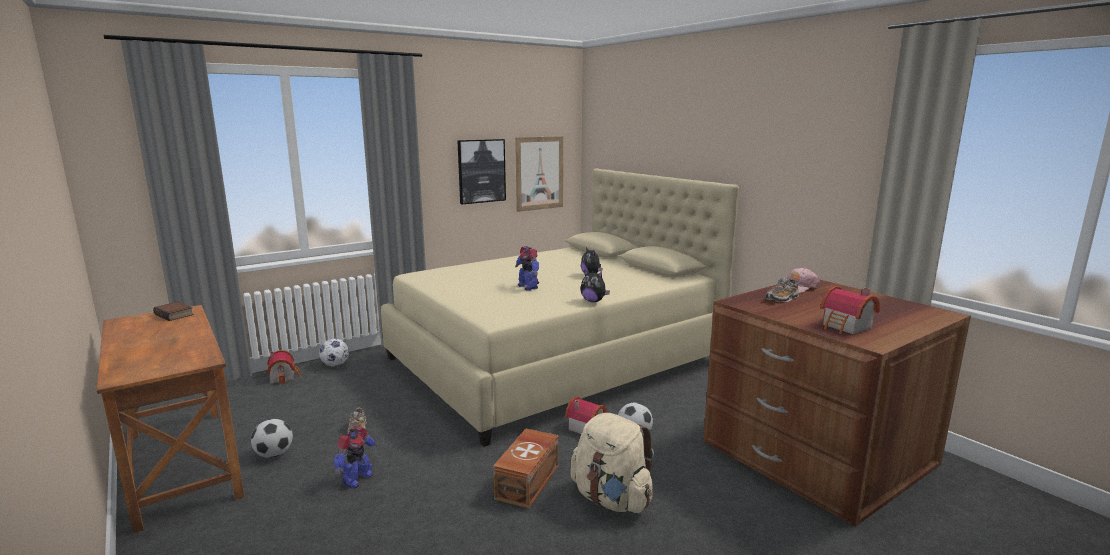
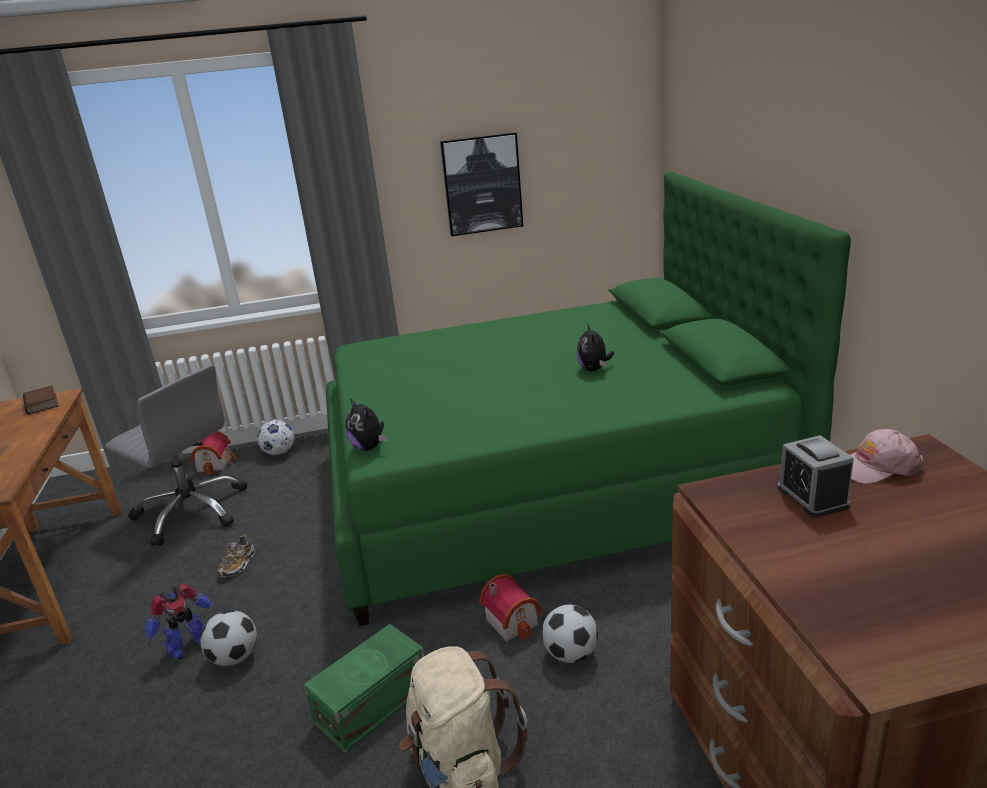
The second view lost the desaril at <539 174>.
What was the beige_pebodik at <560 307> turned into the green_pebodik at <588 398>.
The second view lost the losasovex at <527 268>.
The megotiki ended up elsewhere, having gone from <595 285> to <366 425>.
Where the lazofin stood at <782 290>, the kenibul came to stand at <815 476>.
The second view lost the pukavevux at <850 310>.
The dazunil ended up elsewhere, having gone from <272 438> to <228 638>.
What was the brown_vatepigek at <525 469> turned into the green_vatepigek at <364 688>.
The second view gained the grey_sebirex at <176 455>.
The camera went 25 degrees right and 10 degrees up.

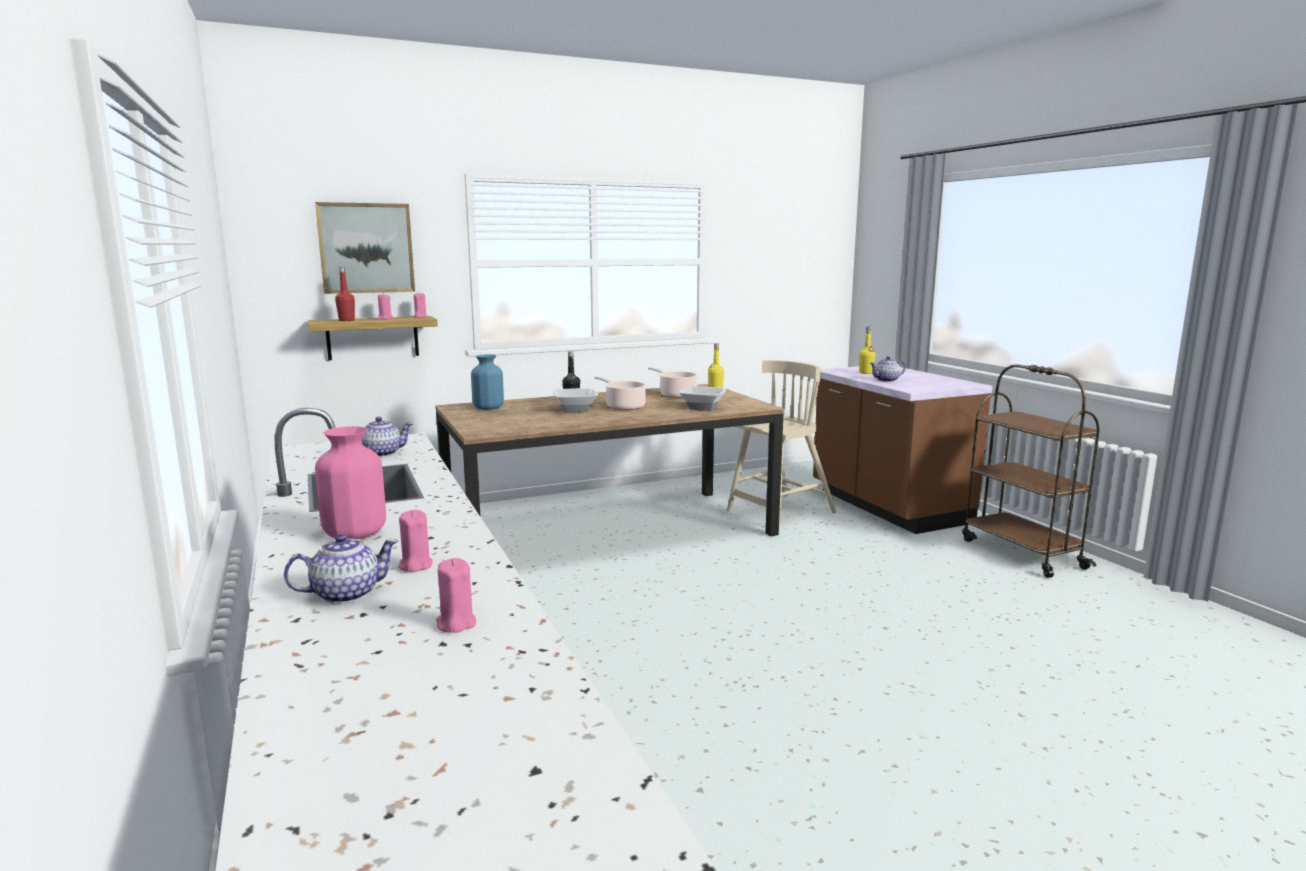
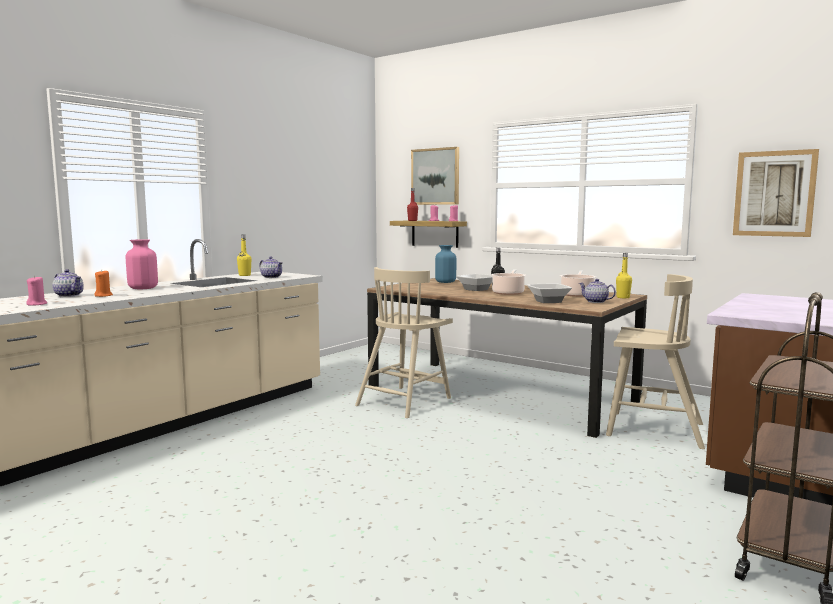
The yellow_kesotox ended up elsewhere, having gone from <867 350> to <244 255>.
The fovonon ended up elsewhere, having gone from <888 369> to <597 291>.
What was the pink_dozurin at <416 541> turned into the orange_dozurin at <103 283>.
The second view gained the desaril at <776 193>.
The second view gained the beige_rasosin at <404 342>.
The camera went 60 degrees right and 5 degrees down.

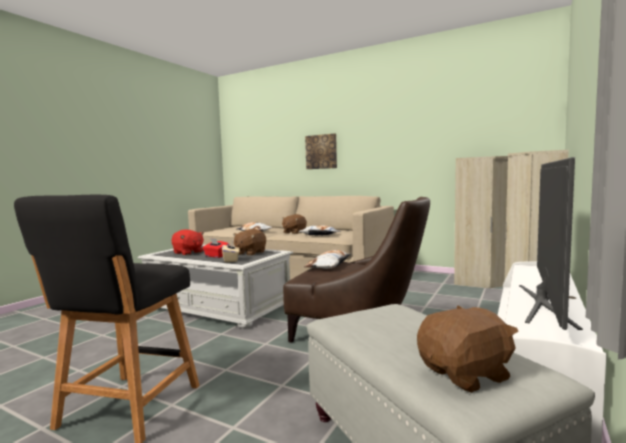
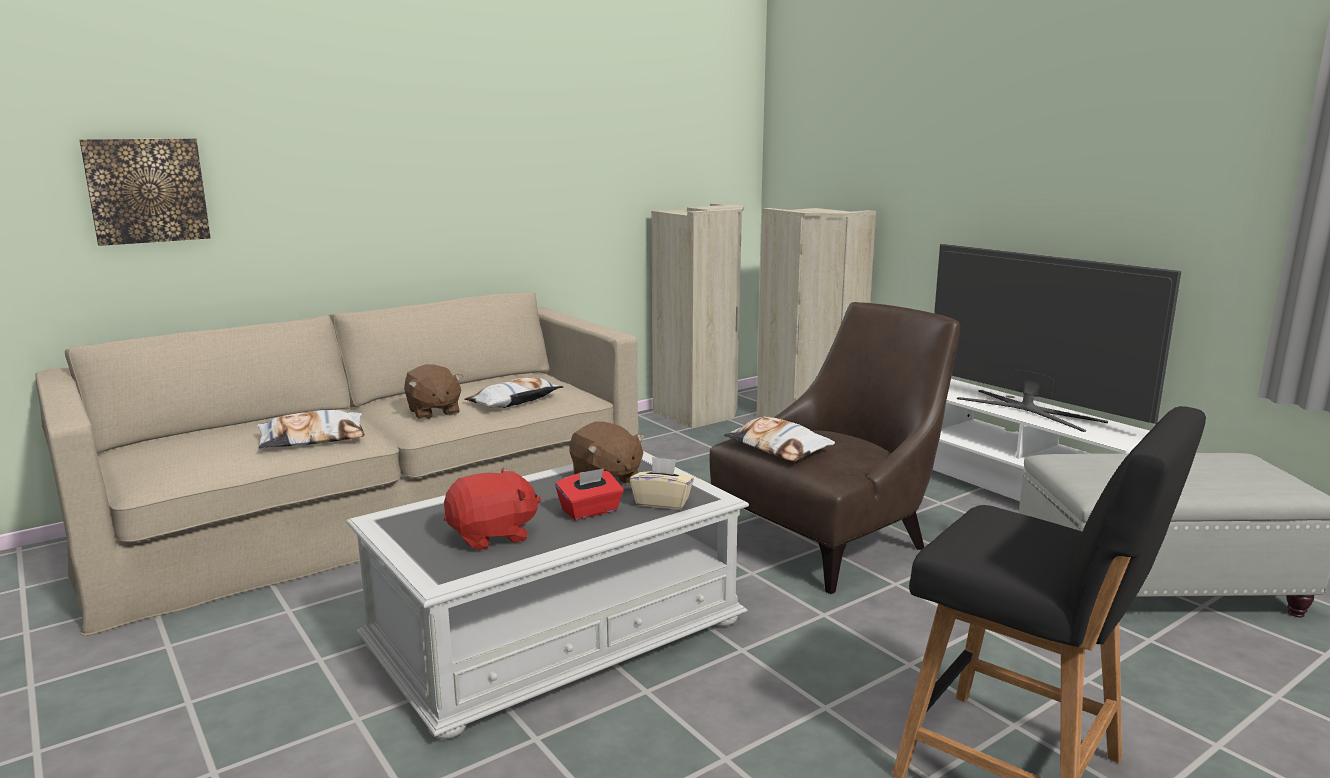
The desaril ended up elsewhere, having gone from <321 151> to <145 192>.
The second view lost the brown_megotiki at <468 349>.
The camera went 65 degrees left and 10 degrees up.

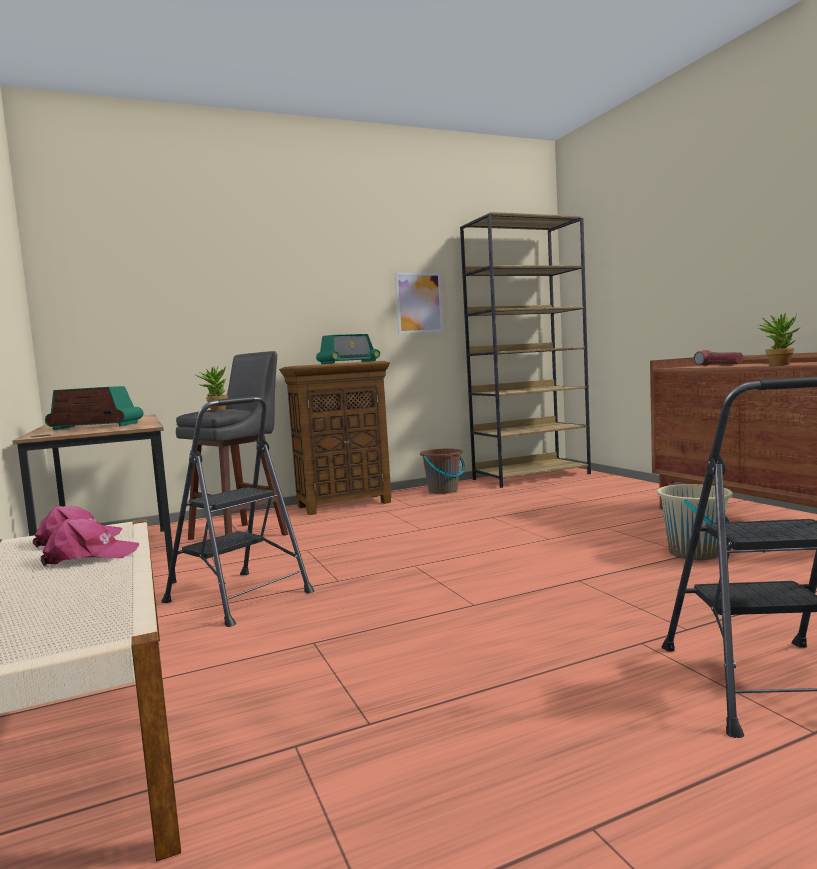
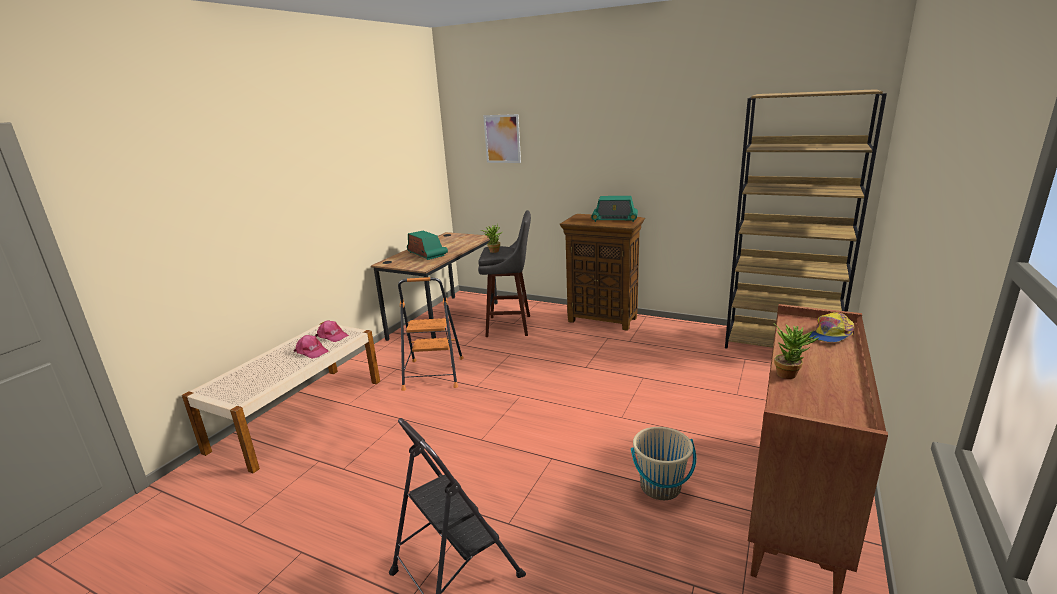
The desaril ended up elsewhere, having gone from <419 303> to <502 138>.
Where the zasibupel stood at <719 358>, the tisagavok came to stand at <831 327>.
What was the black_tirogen at <237 511> turned into the orange_tirogen at <431 334>.
The second view lost the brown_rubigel at <442 470>.
The camera went 50 degrees right and 15 degrees up.

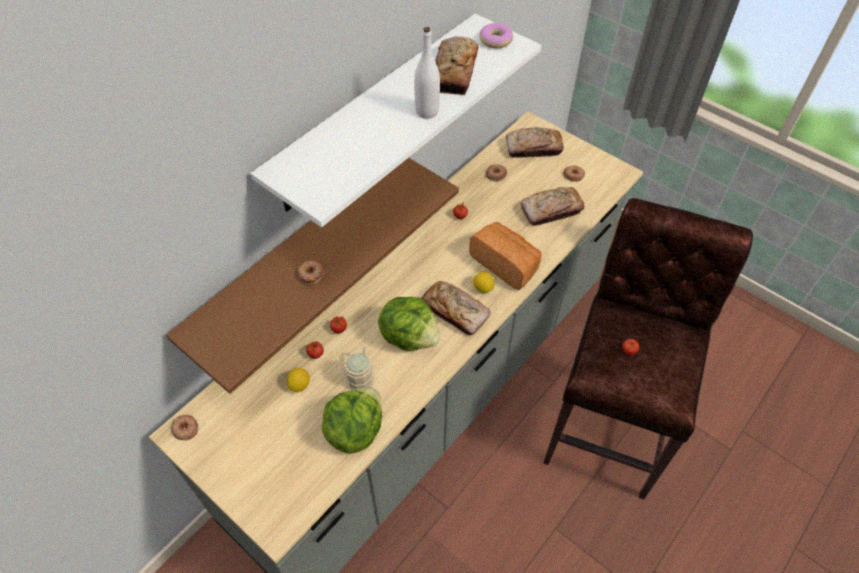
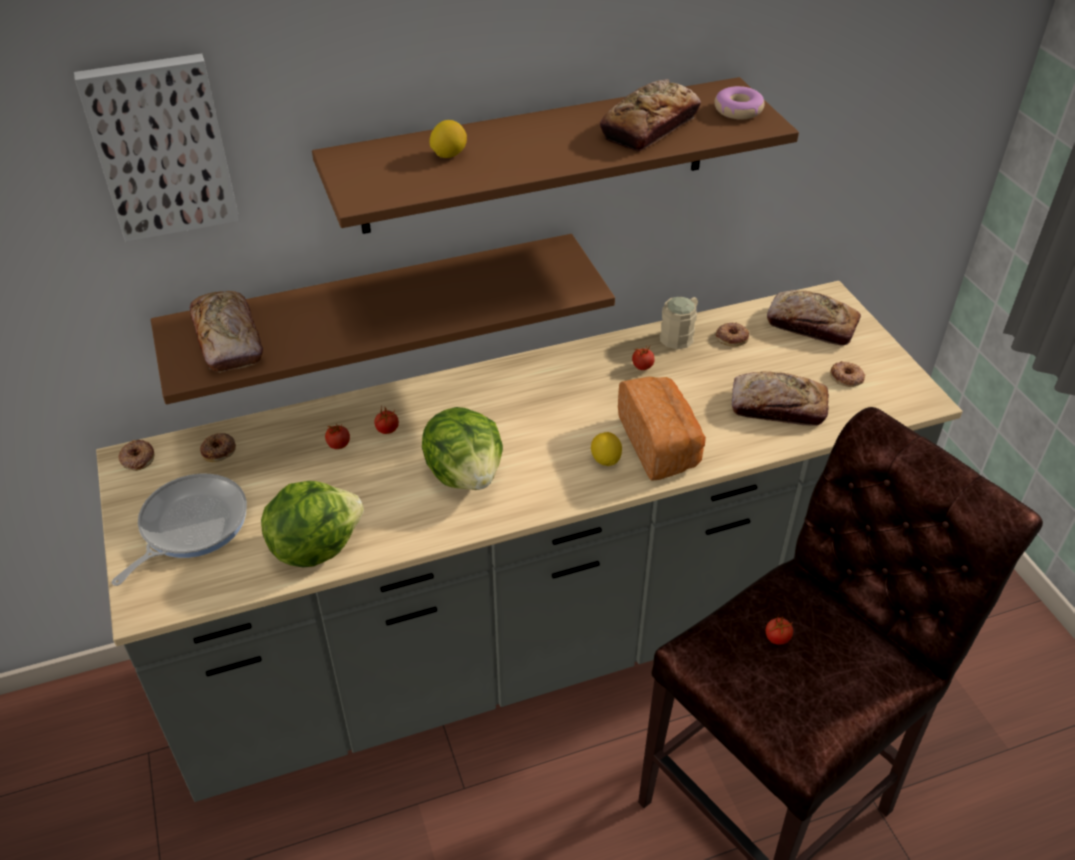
What was the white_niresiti at <396 120> turned into the brown_niresiti at <555 155>.
The second view lost the white_kesotox at <427 73>.
The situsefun ended up elsewhere, having gone from <311 272> to <218 447>.
The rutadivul ended up elsewhere, having gone from <456 308> to <226 332>.
The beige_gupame ended up elsewhere, having gone from <358 368> to <679 322>.
The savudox ended up elsewhere, having gone from <298 380> to <448 139>.
The second view gained the desaril at <157 147>.
The second view gained the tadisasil at <179 530>.
The camera went 30 degrees right and 10 degrees down.

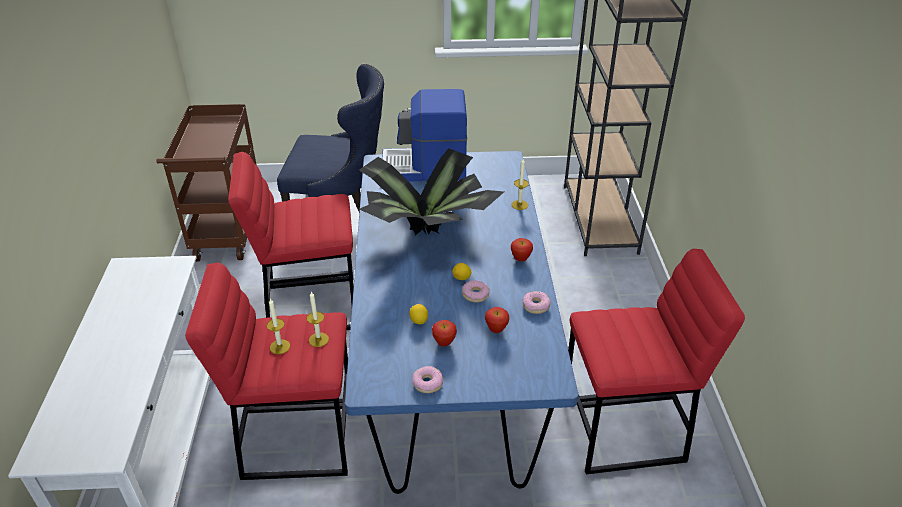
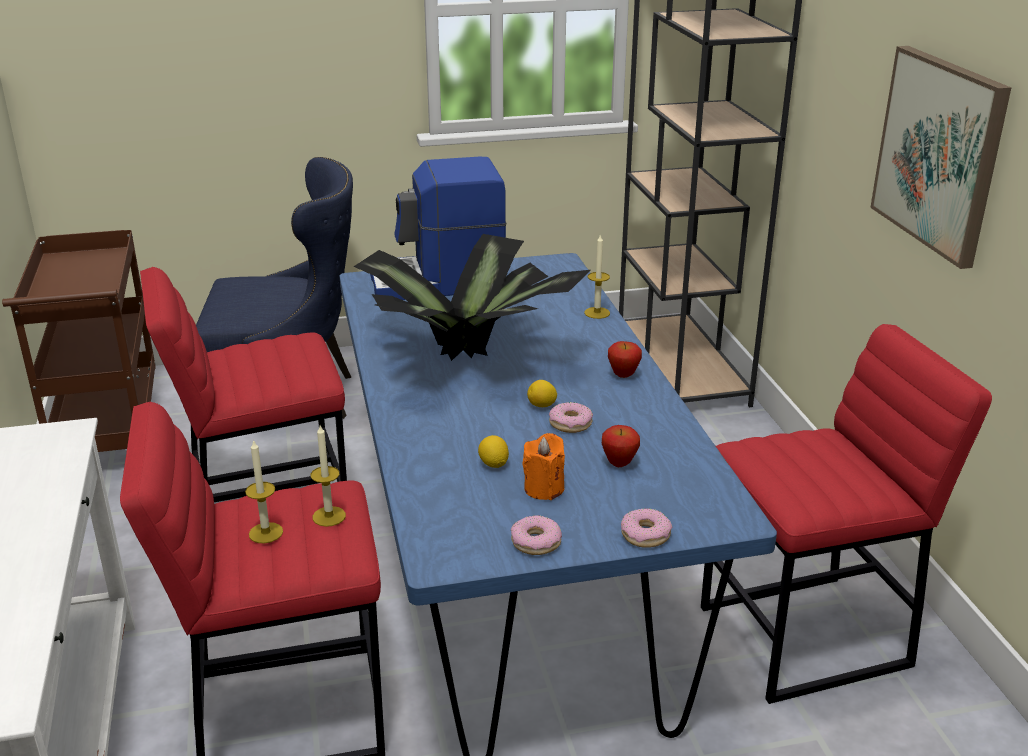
The situsefun ended up elsewhere, having gone from <536 302> to <646 528>.
Where the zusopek stood at <444 333>, the orange_dozurin came to stand at <543 466>.
The second view gained the desaril at <940 157>.
The camera went 10 degrees left and 10 degrees down.

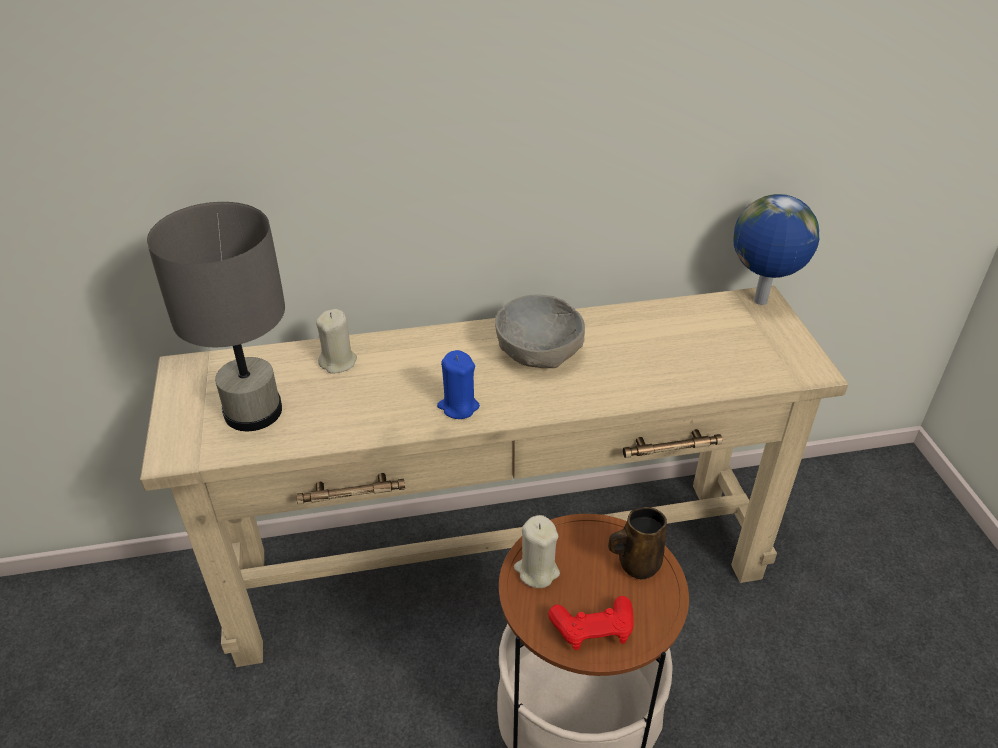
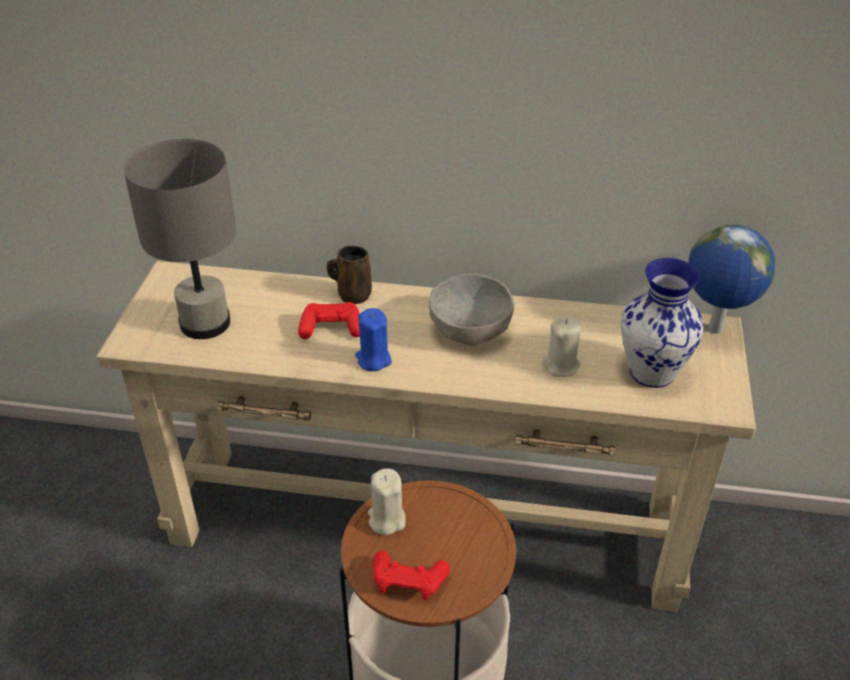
The beige_dozurin ended up elsewhere, having gone from <336 341> to <561 346>.
The brown_gupame ended up elsewhere, having gone from <637 543> to <349 275>.
The second view gained the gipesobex at <662 323>.
The second view gained the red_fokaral at <329 320>.
The camera went 20 degrees right and 0 degrees up.

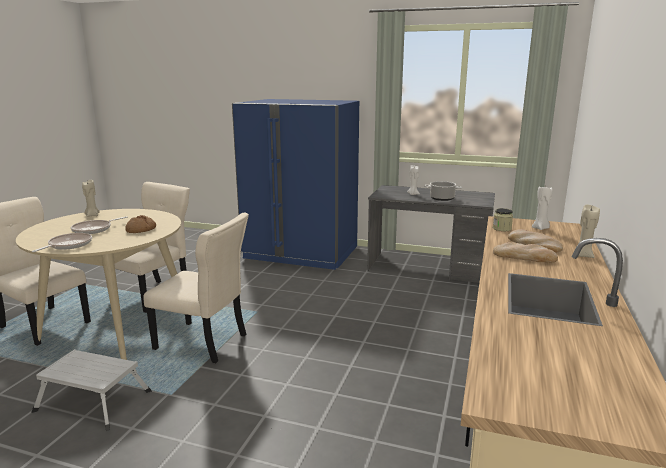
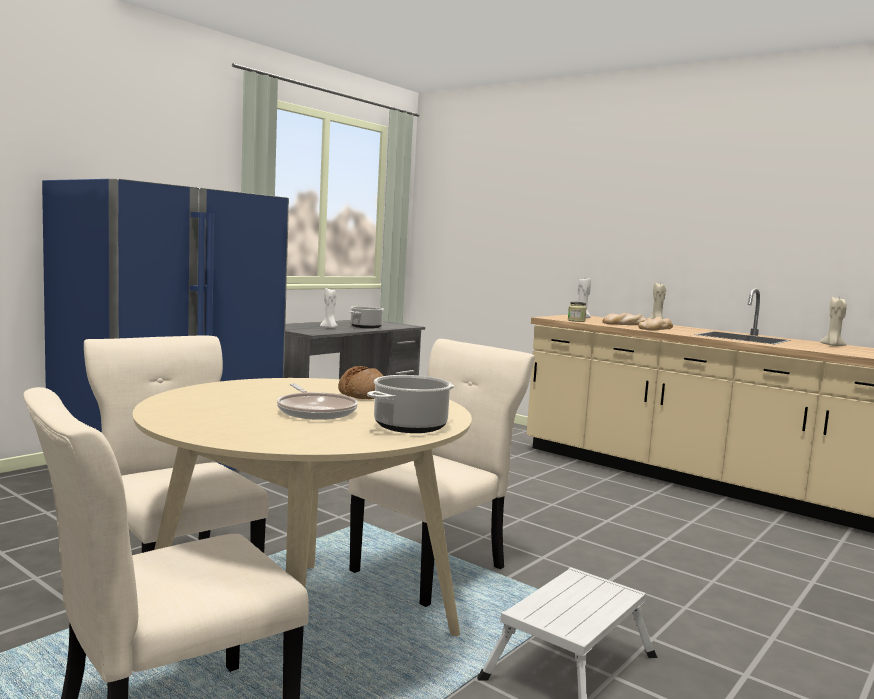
The beige_dozurin ended up elsewhere, having gone from <91 198> to <833 321>.
Where the tadisasil stood at <62 242>, the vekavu came to stand at <410 404>.
The camera went 70 degrees left and 10 degrees down.

